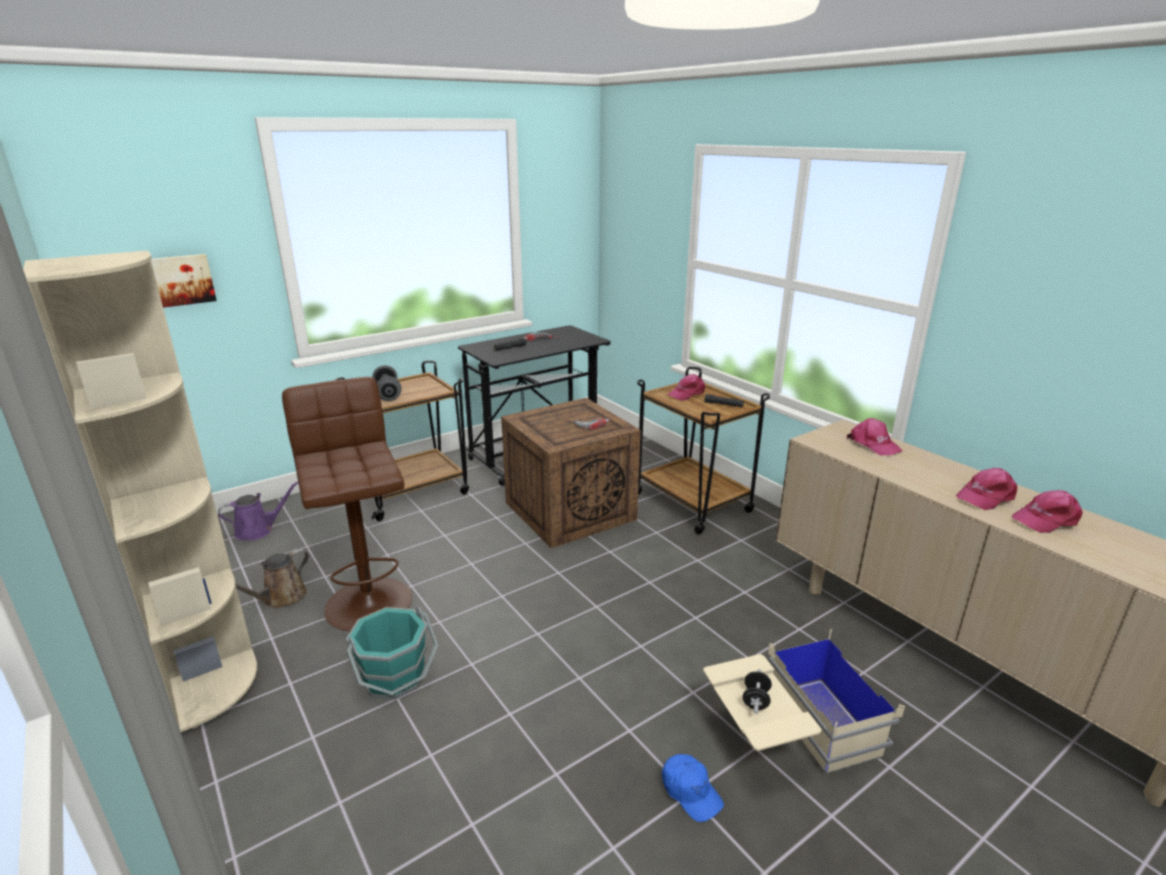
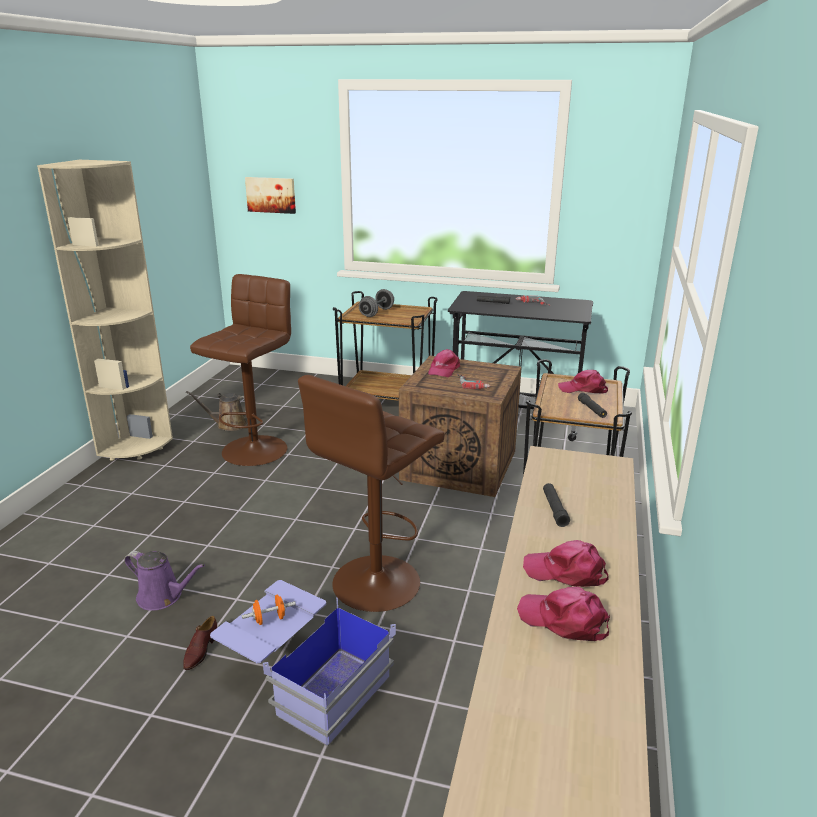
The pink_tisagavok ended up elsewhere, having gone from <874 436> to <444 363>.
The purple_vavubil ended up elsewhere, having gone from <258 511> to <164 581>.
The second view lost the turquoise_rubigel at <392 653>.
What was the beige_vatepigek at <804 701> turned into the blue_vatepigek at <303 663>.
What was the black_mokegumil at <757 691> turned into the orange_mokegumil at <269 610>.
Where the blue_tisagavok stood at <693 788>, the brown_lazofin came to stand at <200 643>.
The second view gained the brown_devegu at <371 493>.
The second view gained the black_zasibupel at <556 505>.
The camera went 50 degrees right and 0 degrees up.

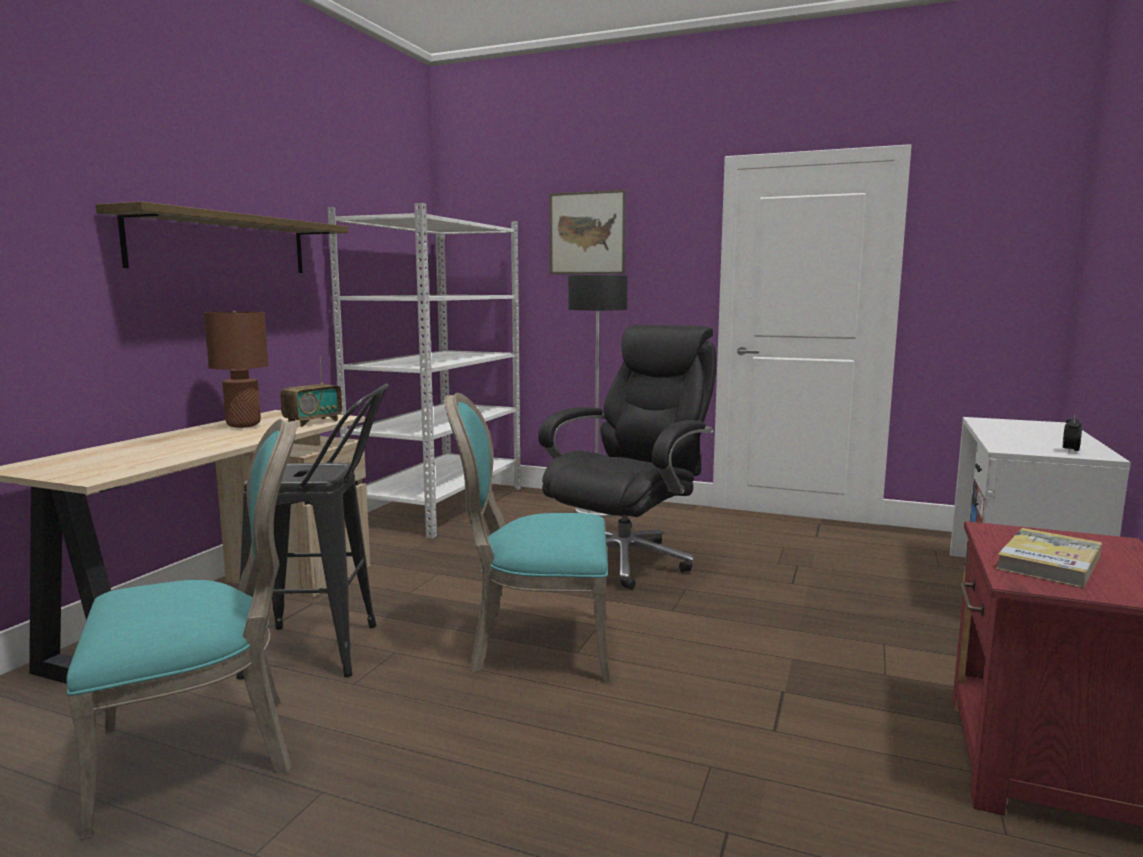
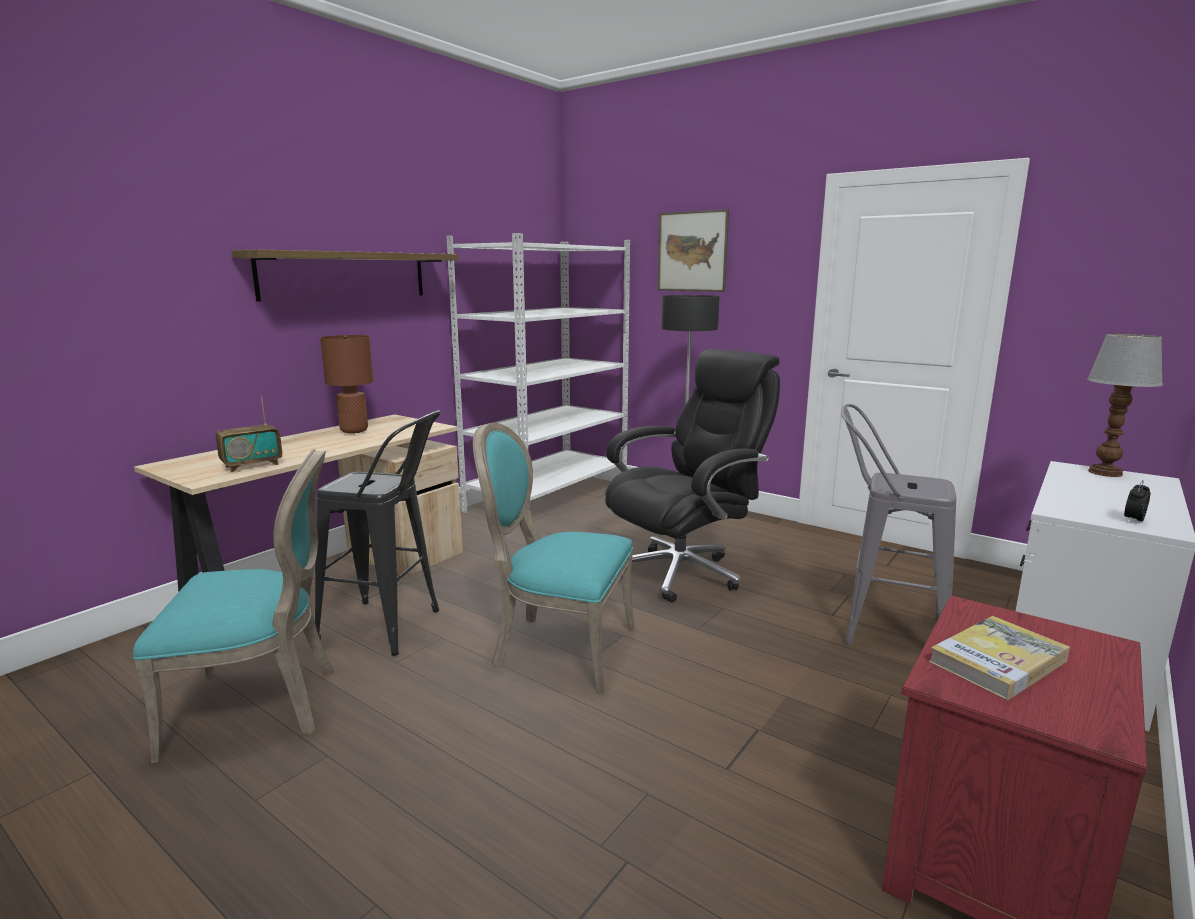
The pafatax ended up elsewhere, having gone from <311 391> to <248 434>.
The second view gained the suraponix at <1125 405>.
The second view gained the grey_devegu at <899 524>.
The camera went 15 degrees right and 5 degrees up.

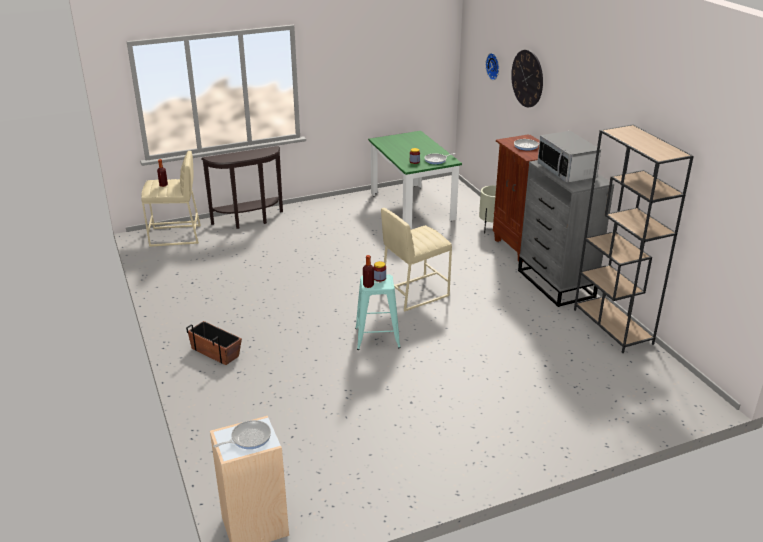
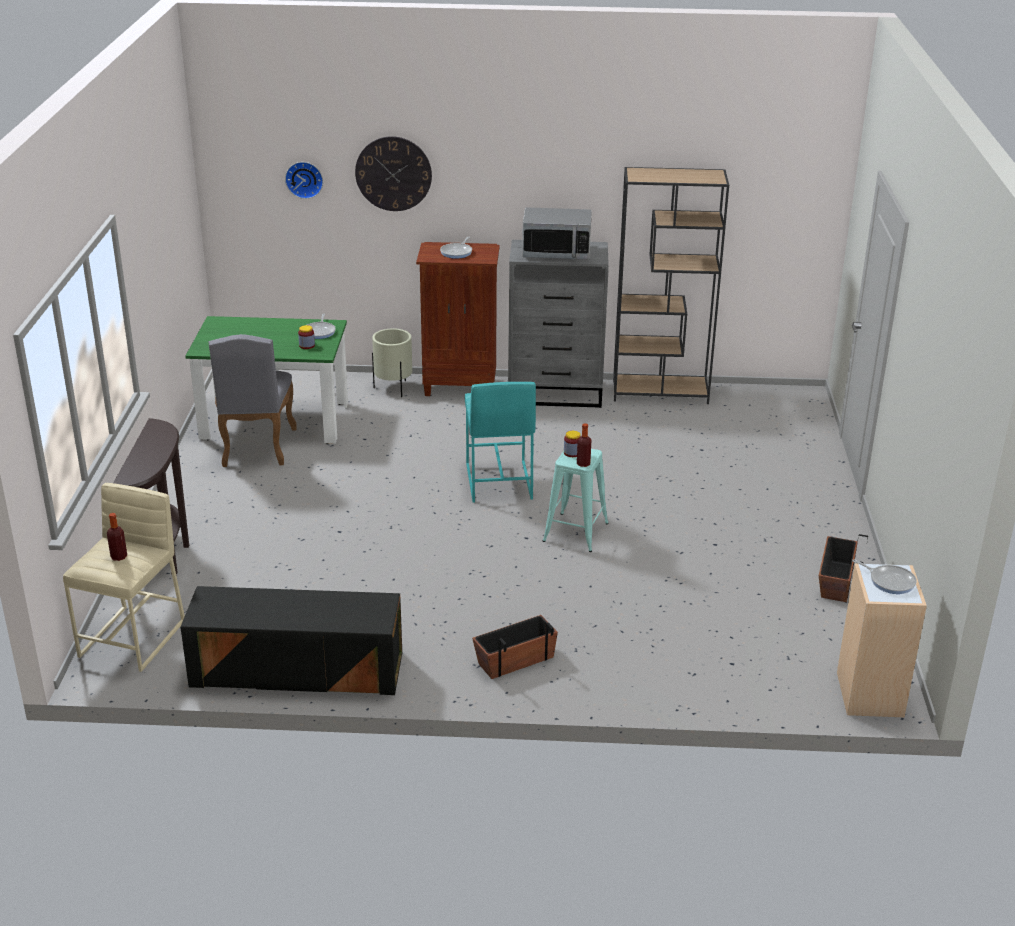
What was the beige_devegu at <416 259> turned into the turquoise_devegu at <500 442>.
The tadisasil at <242 434> ended up facing another way, 135 degrees clockwise from before.
The second view gained the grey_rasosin at <253 400>.
The second view gained the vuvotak at <843 568>.
The second view gained the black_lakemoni at <291 640>.
The camera went 65 degrees left and 0 degrees up.

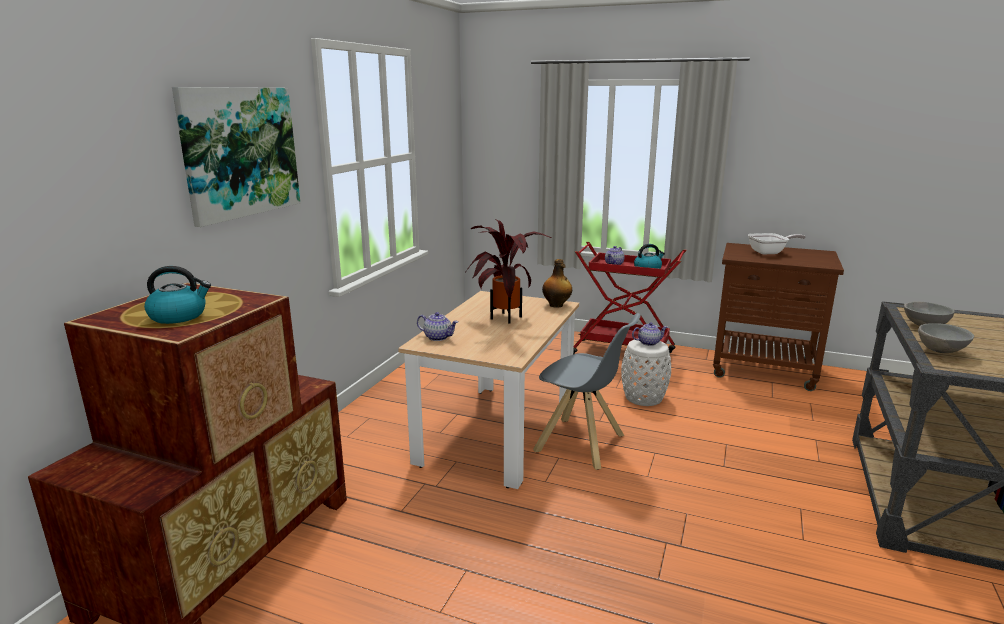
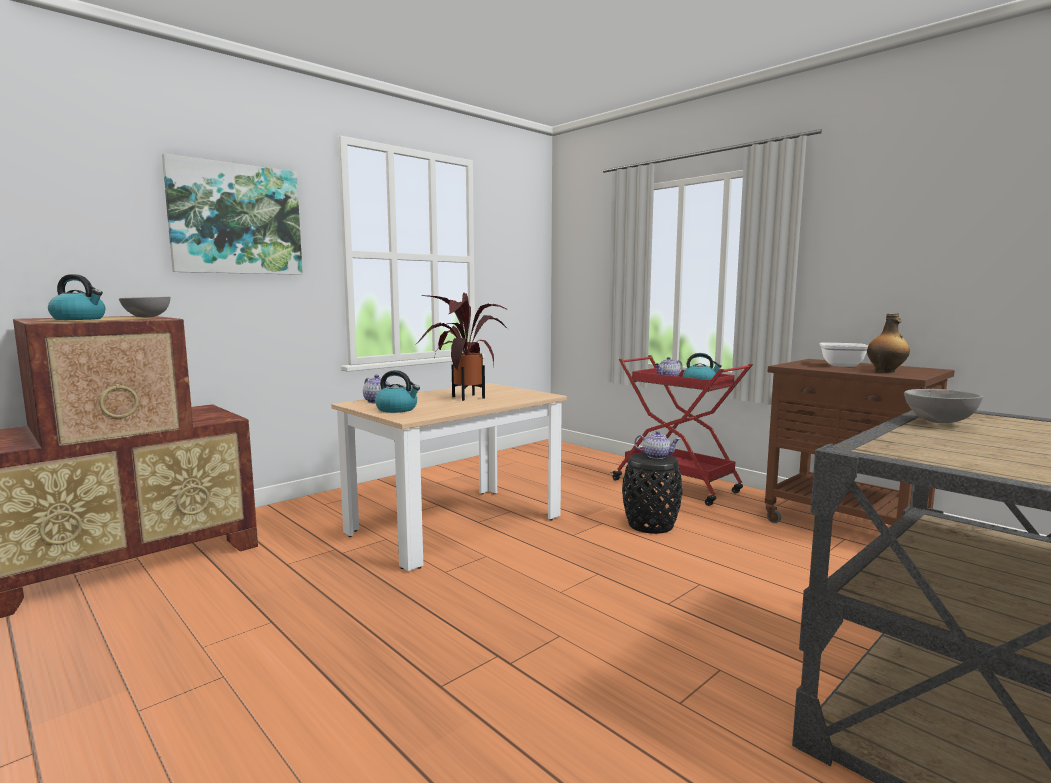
The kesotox ended up elsewhere, having gone from <557 283> to <888 343>.
The second view lost the grey_rasosin at <587 391>.
The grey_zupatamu ended up elsewhere, having gone from <946 338> to <145 307>.
What was the white_devegu at <646 372> turned into the black_devegu at <652 493>.
The second view gained the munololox at <397 391>.
The camera went 25 degrees right and 10 degrees down.

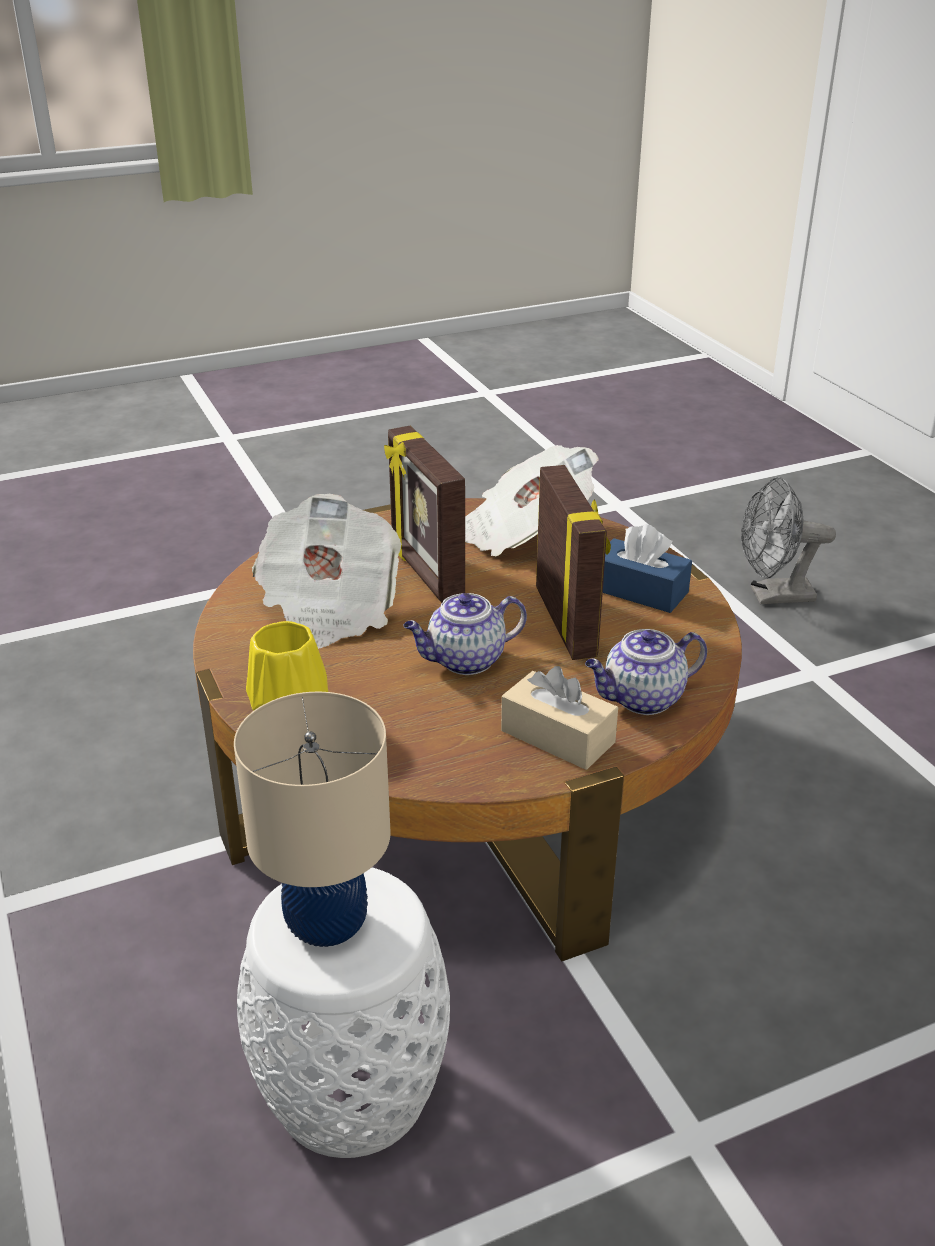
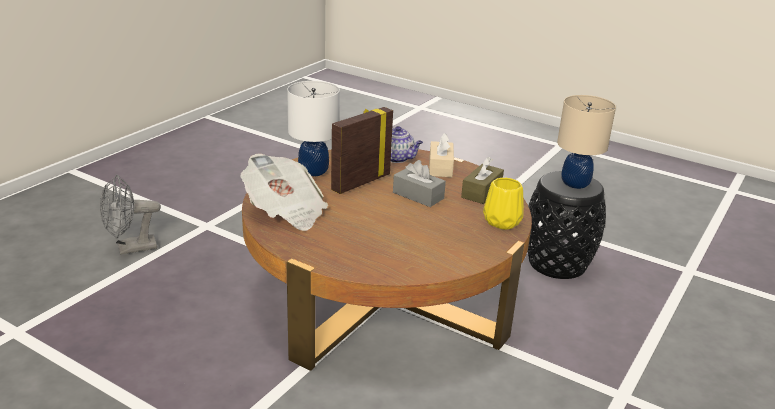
The second view lost the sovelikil at <424 514>.
The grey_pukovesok at <788 540> ended up facing another way, 105 degrees clockwise from before.
The second view lost the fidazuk at <326 571>.
Where the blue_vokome stood at <647 568>, the white_suraponix came to stand at <313 128>.
Where the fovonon stood at <465 634>, the grey_vokome came to stand at <419 183>.
What was the white_devegu at <343 1013> turned into the black_devegu at <566 225>.
The second view gained the brown_vokome at <482 180>.
The camera went 125 degrees left and 5 degrees down.

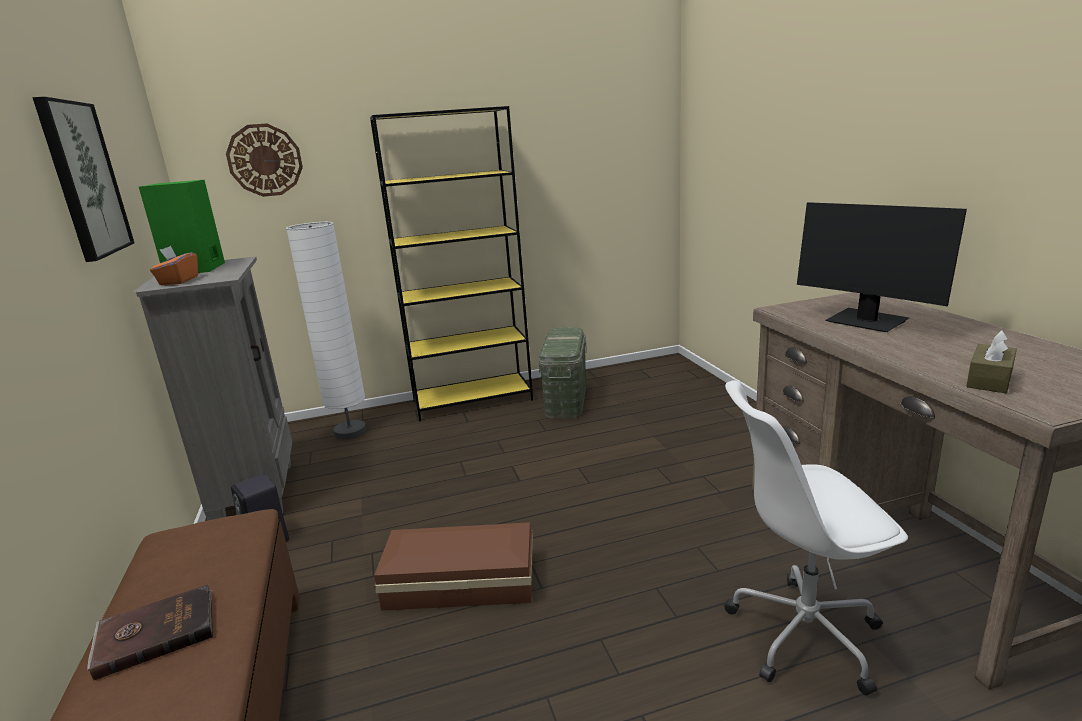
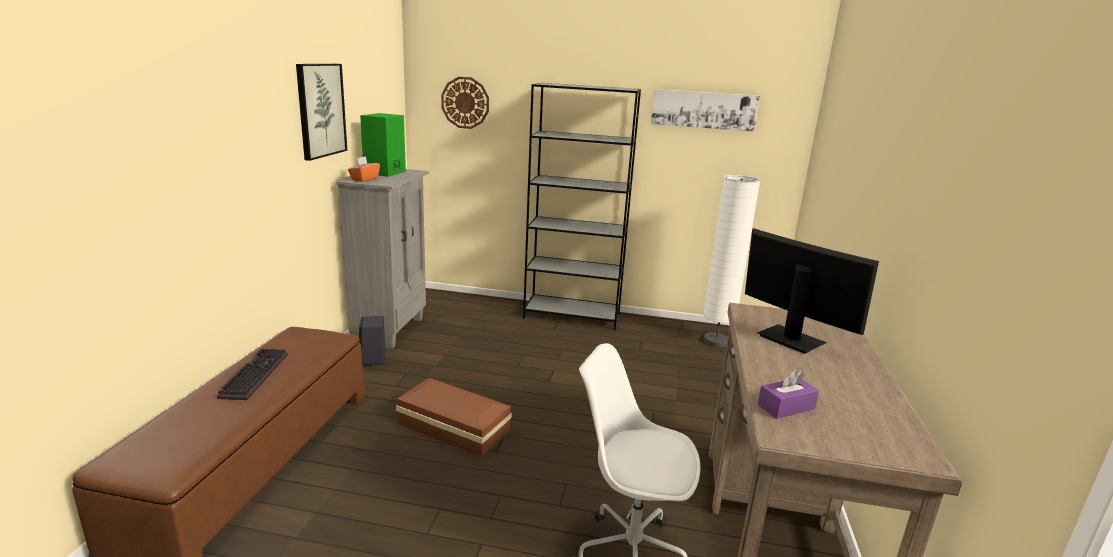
What was the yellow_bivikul at <451 263> turned into the grey_bivikul at <582 206>.
The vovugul at <882 267> ended up facing another way, 150 degrees clockwise from before.
The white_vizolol ended up elsewhere, having gone from <326 330> to <731 261>.
The second view lost the green_vatepigek at <562 372>.
What was the brown_vokome at <991 361> turned into the purple_vokome at <788 394>.
Where the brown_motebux stood at <150 632>, the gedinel came to stand at <252 374>.
The second view gained the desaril at <705 110>.
The camera went 25 degrees right and 0 degrees up.

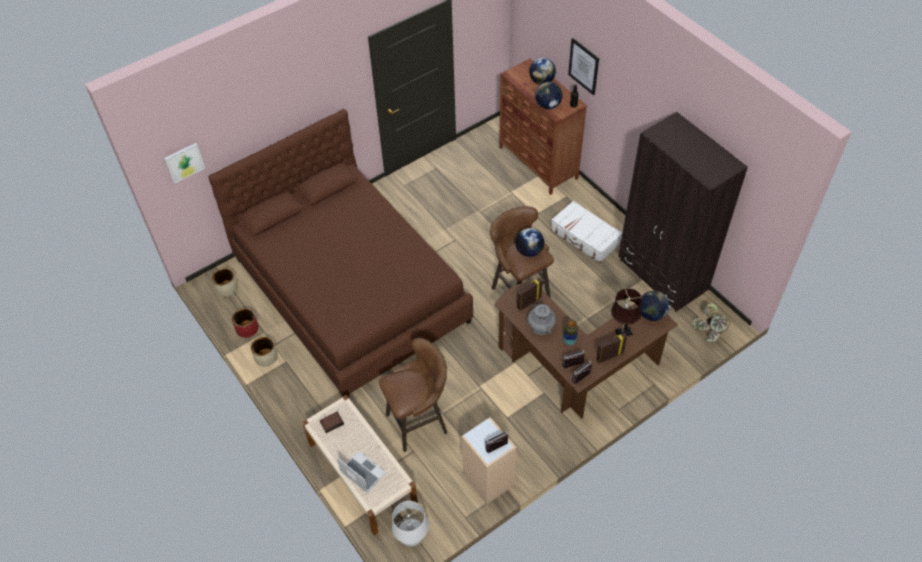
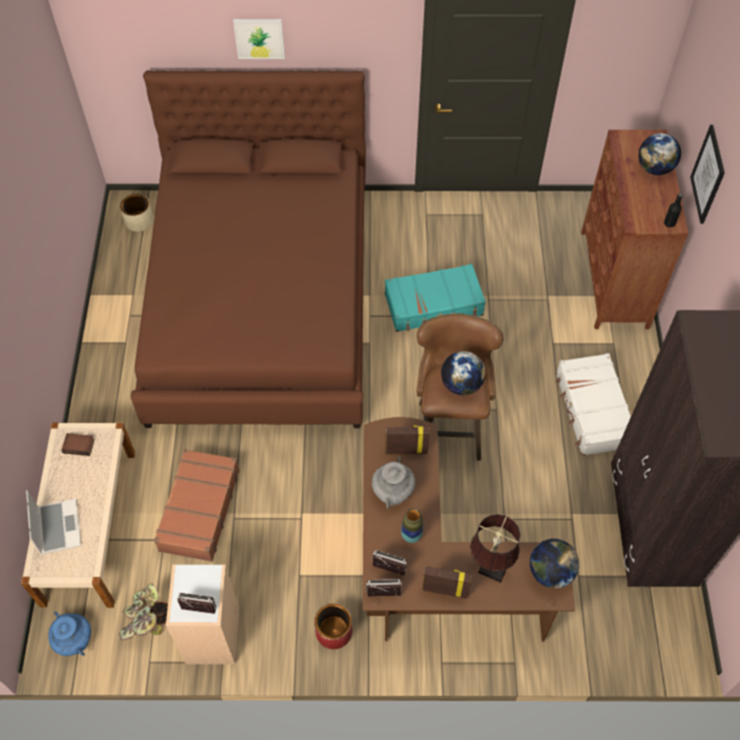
The second view lost the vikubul at <548 95>.
The desaril ended up elsewhere, having gone from <184 163> to <259 39>.
The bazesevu ended up elsewhere, having gone from <711 323> to <143 611>.
The red_vuvotak ended up elsewhere, having gone from <245 323> to <333 626>.
The second view lost the beige_vuvotak at <264 352>.
Where the brown_devegu stood at <413 395>, the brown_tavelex came to stand at <197 505>.
Where the white_suraponix stood at <410 524>, the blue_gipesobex came to stand at <69 634>.
The second view gained the turquoise_tavelex at <435 298>.
The camera went 35 degrees right and 5 degrees up.

